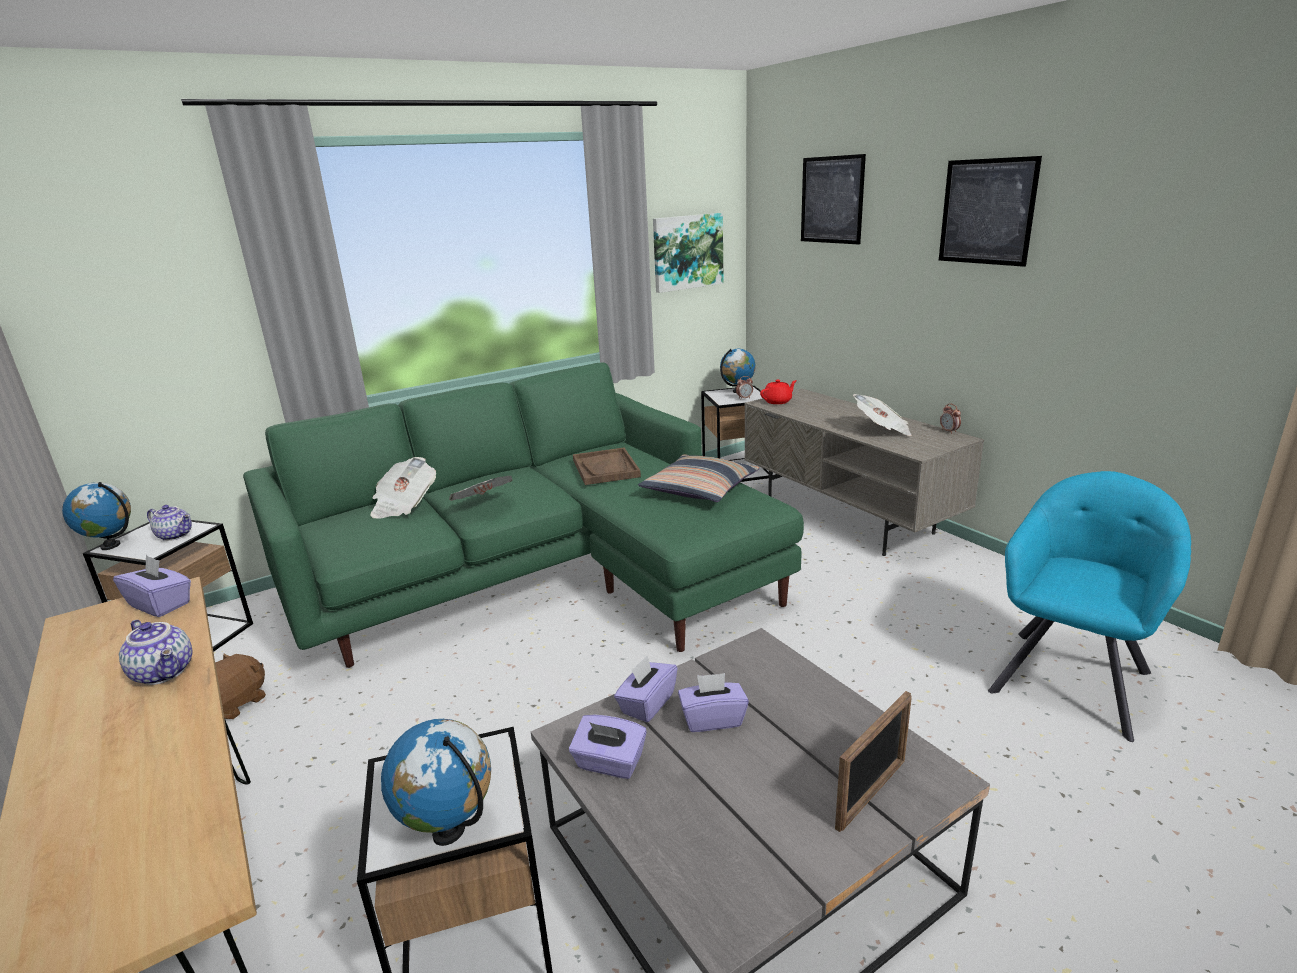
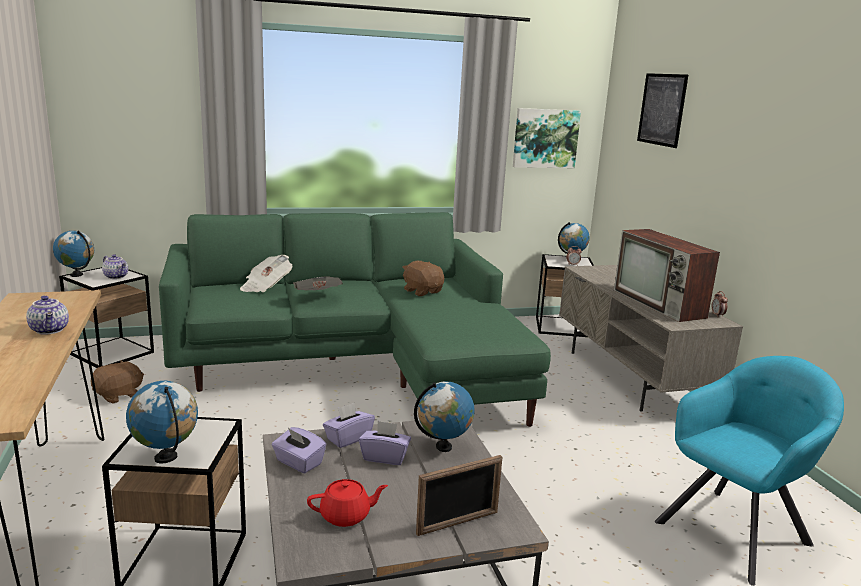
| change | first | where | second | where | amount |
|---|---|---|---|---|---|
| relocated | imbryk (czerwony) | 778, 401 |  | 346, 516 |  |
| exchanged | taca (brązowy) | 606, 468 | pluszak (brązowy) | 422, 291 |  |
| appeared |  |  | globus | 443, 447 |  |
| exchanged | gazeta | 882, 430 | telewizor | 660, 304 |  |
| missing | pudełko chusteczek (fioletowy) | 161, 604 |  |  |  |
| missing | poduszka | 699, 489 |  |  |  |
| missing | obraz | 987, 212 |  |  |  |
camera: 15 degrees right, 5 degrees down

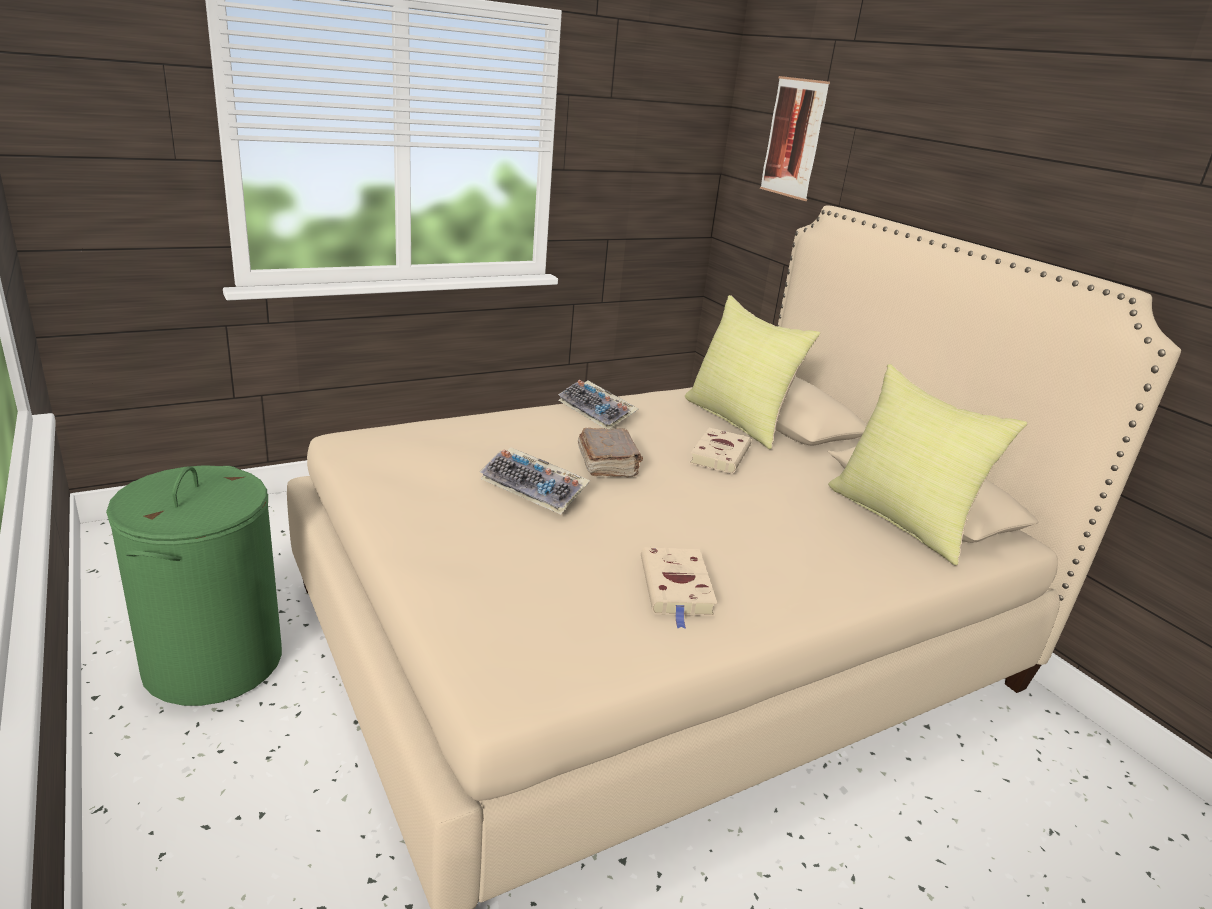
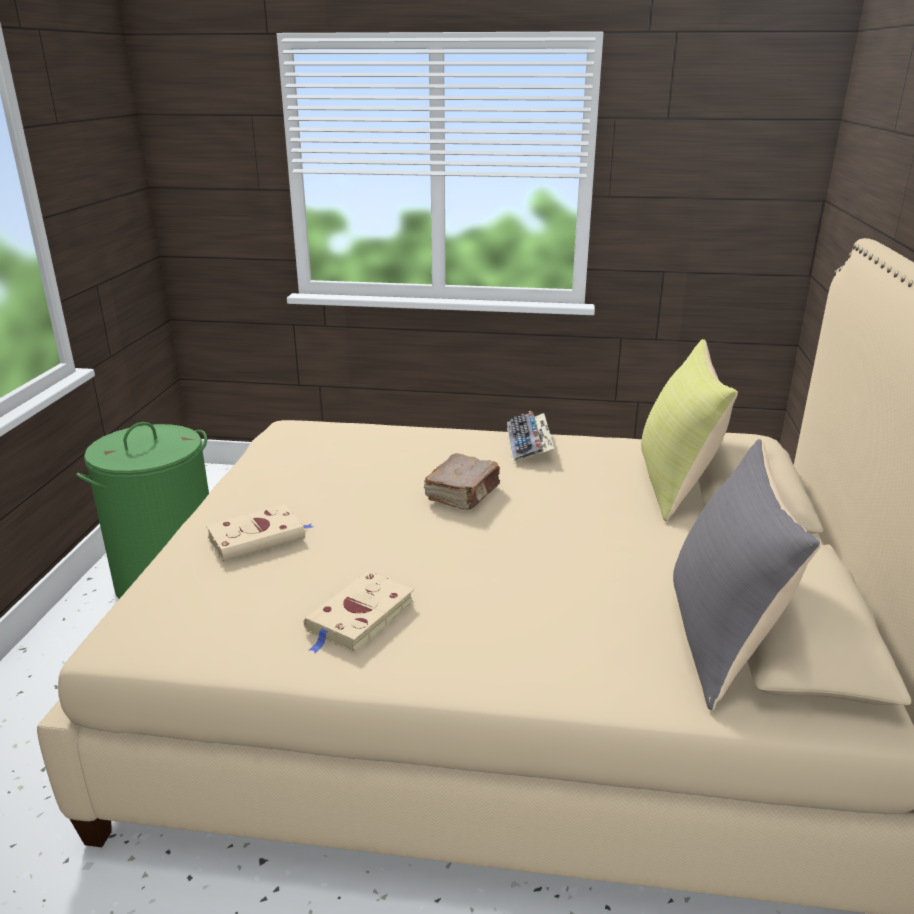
| change | first | where | second | where | amount |
|---|---|---|---|---|---|
| relocated | książka (beżowy) | 720, 454 |  | 259, 537 |  |
| colour | poduszka (żółty) | 902, 519 | poduszka (szary) | 722, 638 |  |
| missing | klawiatura | 535, 488 |  |  |  |
| missing | obraz | 793, 138 |  |  |  |
camera: 40 degrees right, 0 degrees up

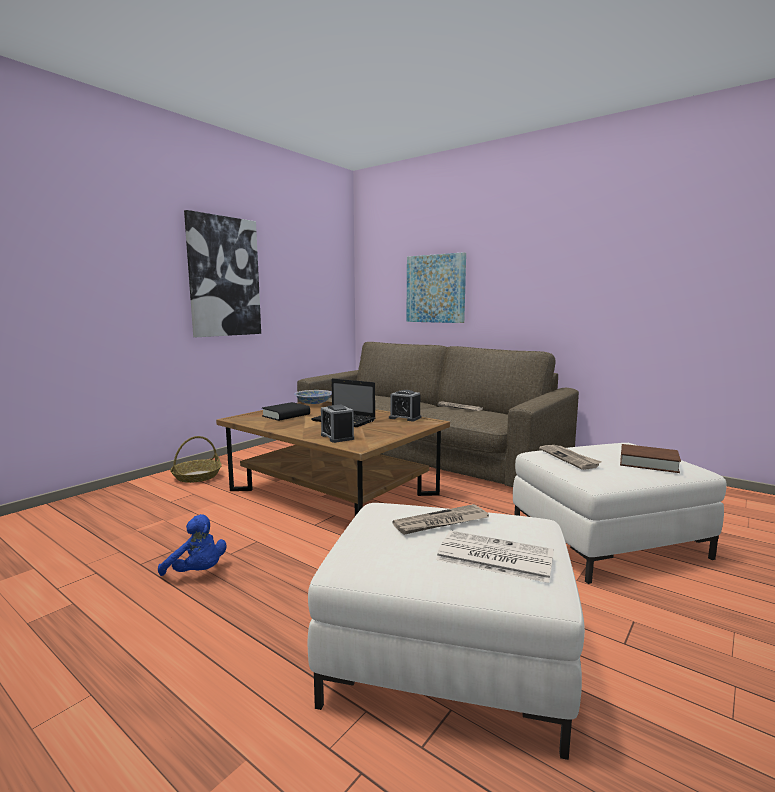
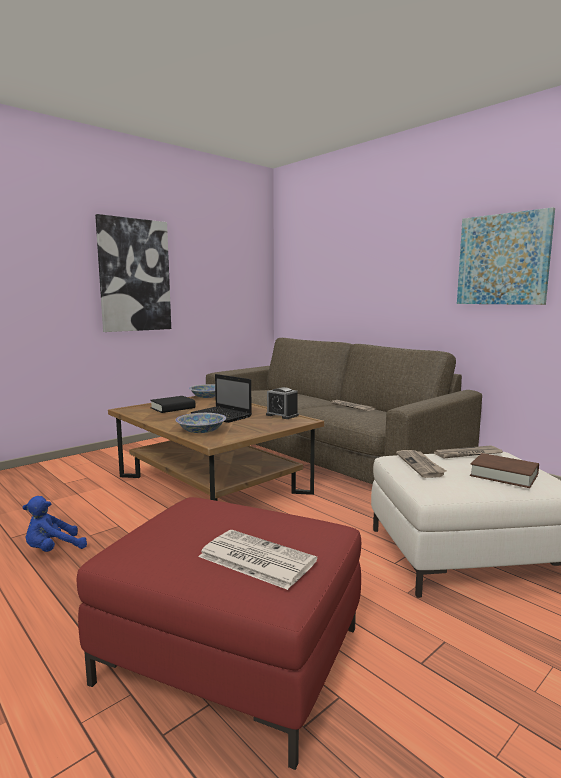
| change | first | where | second | where | amount |
|---|---|---|---|---|---|
| spun | pluszak (niebieski) | 197, 572 |  | 53, 550 | 105 degrees clockwise |
| colour | pufa (biały) | 445, 658 | pufa (czerwony) | 230, 654 |  |
| exchanged | budzik | 337, 437 | miska | 201, 431 |  |
| relocated | gazeta | 441, 523 |  | 468, 454 |  |
| relocated | obraz | 436, 289 |  | 503, 259 |  |
| missing | koszyk | 197, 476 |  |  |  |
camera: 10 degrees right, 0 degrees up

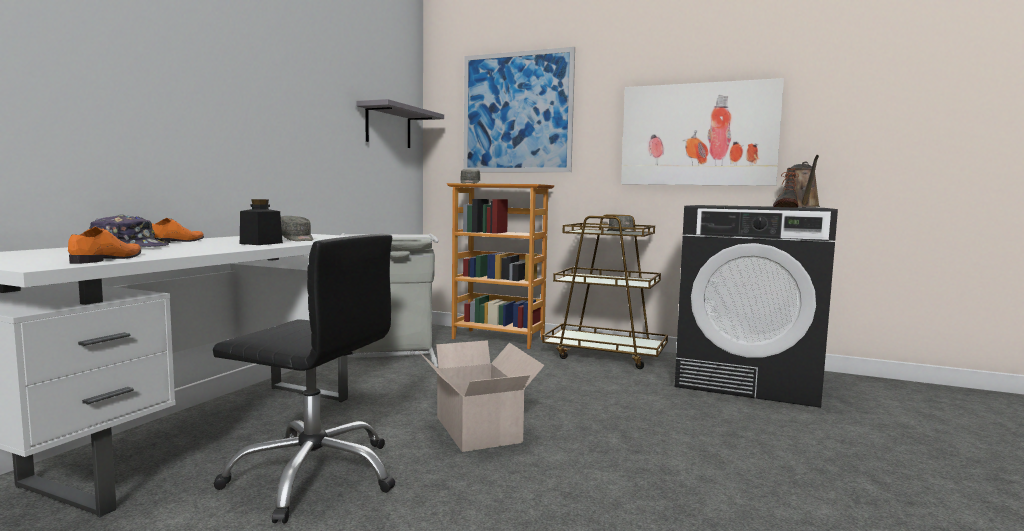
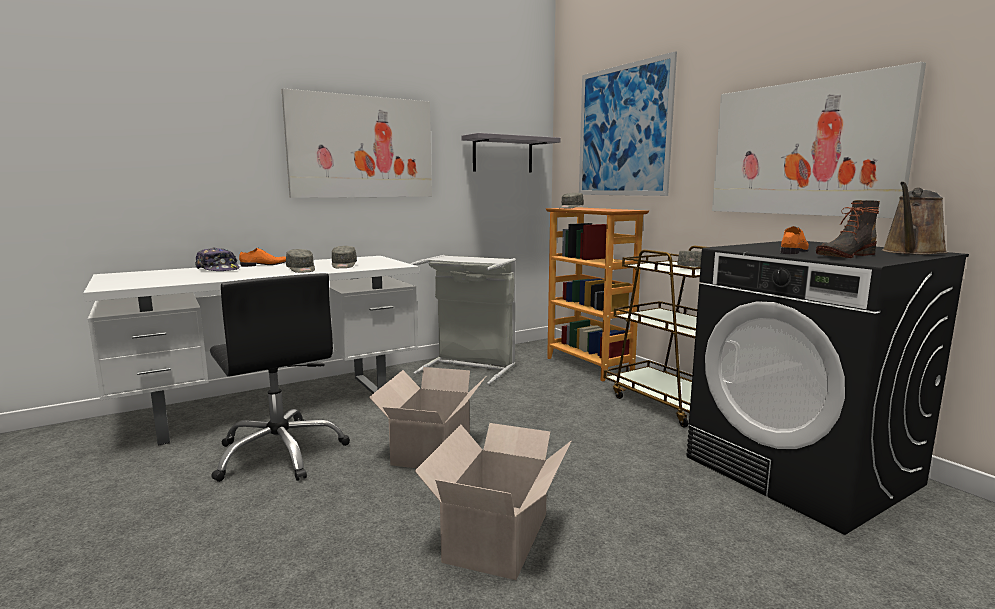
| change | first | where | second | where | amount |
|---|---|---|---|---|---|
| appeared |  |  | obraz | 361, 147 |  |
| exchanged | słoik (czarny) | 261, 243 | czapka z daszkiem (szary) | 301, 270 |  |
| appeared |  |  | karton | 499, 535 |  |
| relocated | but (pomarańczowy) | 109, 258 |  | 794, 251 |  |
camera: 35 degrees right, 5 degrees up

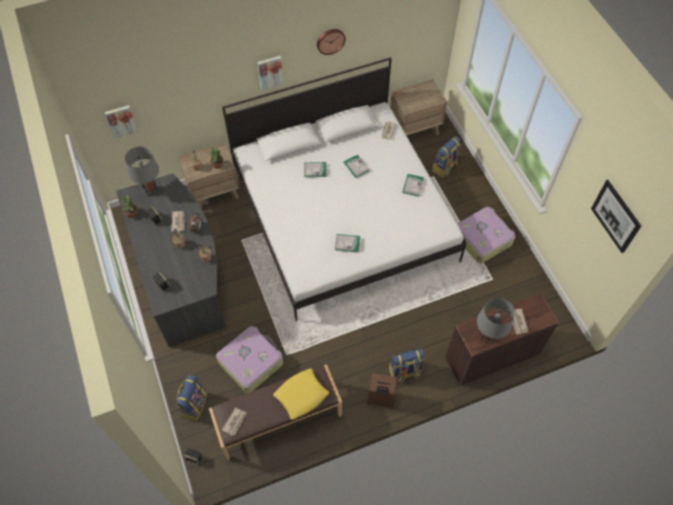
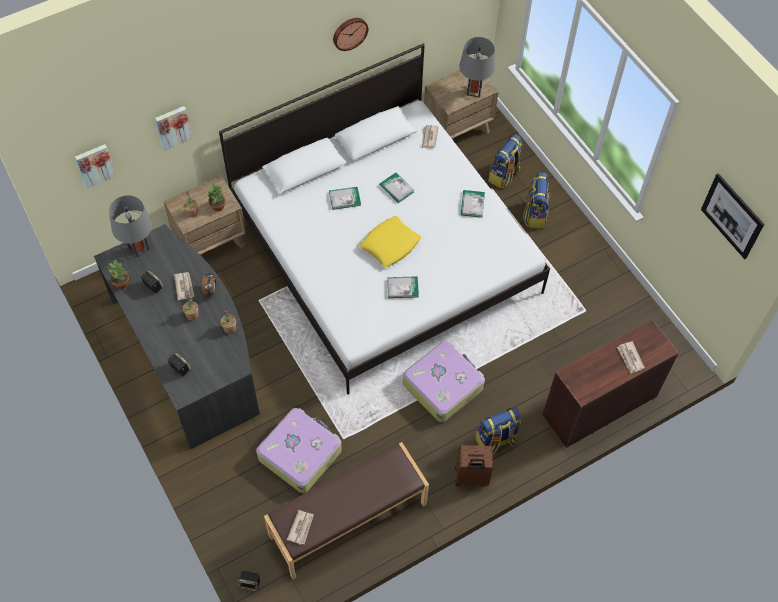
| change | first | where | second | where | amount |
|---|---|---|---|---|---|
| relocated | obraz | 270, 71 |  | 173, 127 |  |
| relocated | poduszka (żółty) | 301, 395 |  | 390, 244 |  |
| relocated | walizka | 482, 238 |  | 443, 385 |  |
| relocated | lampa stołowa (szary) | 488, 337 |  | 474, 91 |  |
| relocated | plecak | 193, 404 |  | 534, 214 |  |
camera: 10 degrees left, 0 degrees up

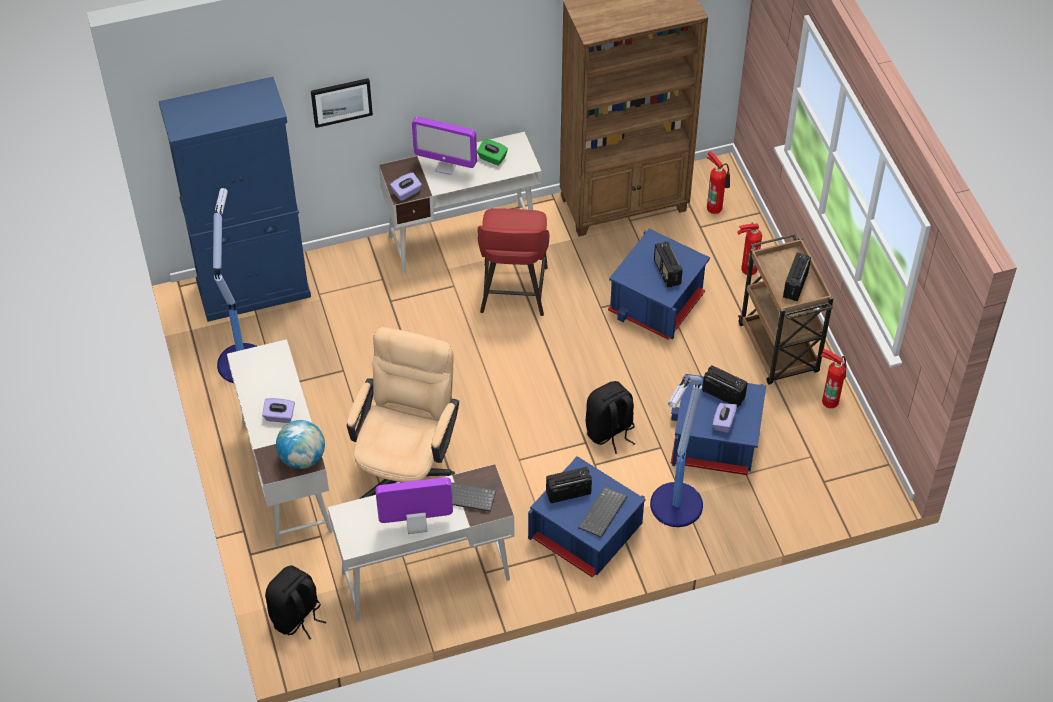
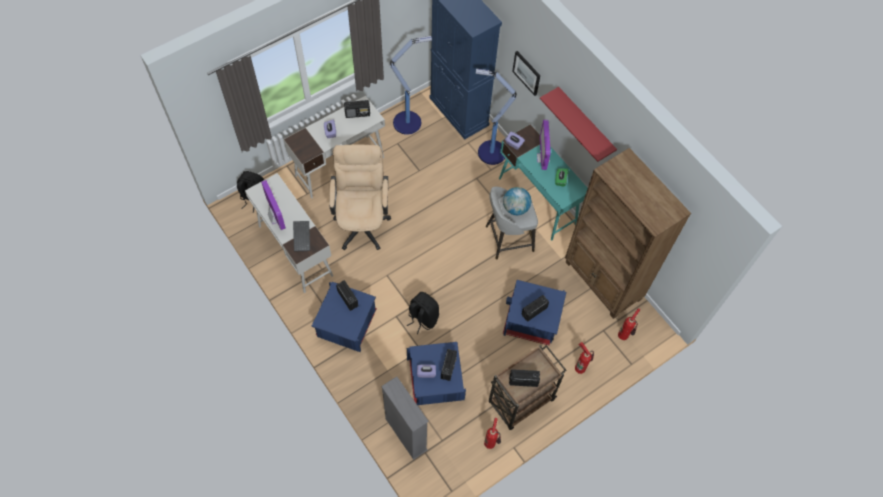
| change | first | where | second | where | amount |
|---|---|---|---|---|---|
| spun | krzesło biurowe (beżowy) | 406, 469 |  | 362, 221 | 90 degrees counterclockwise |
| appeared |  |  | radio | 358, 113 |  |
| appeared |  |  | regał (szary) | 406, 434 |  |
| relocated | lampa stojąca | 675, 506 |  | 490, 152 |  |
| colour | stołek (czerwony) | 513, 292 | stołek (szary) | 507, 238 |  |
| colour | biurko (biały) | 463, 238 | biurko (turkusowy) | 537, 201 |  |
| relocated | globus | 302, 458 |  | 515, 208 |  |
| appeared |  |  | półka (czerwony) | 585, 124 |  |
| missing | klawiatura | 603, 514 |  |  |  |
camera: 70 degrees right, 10 degrees up

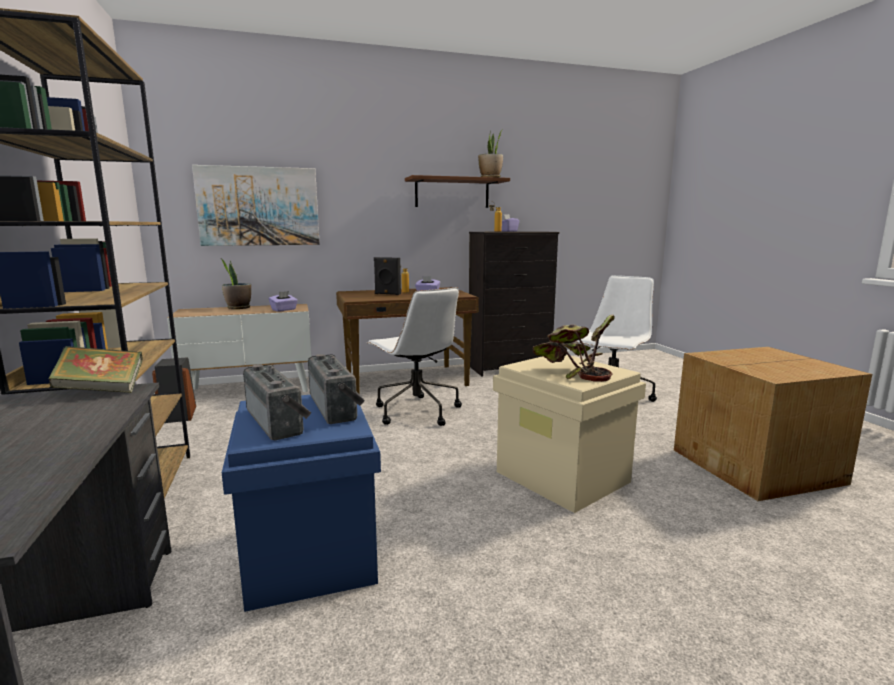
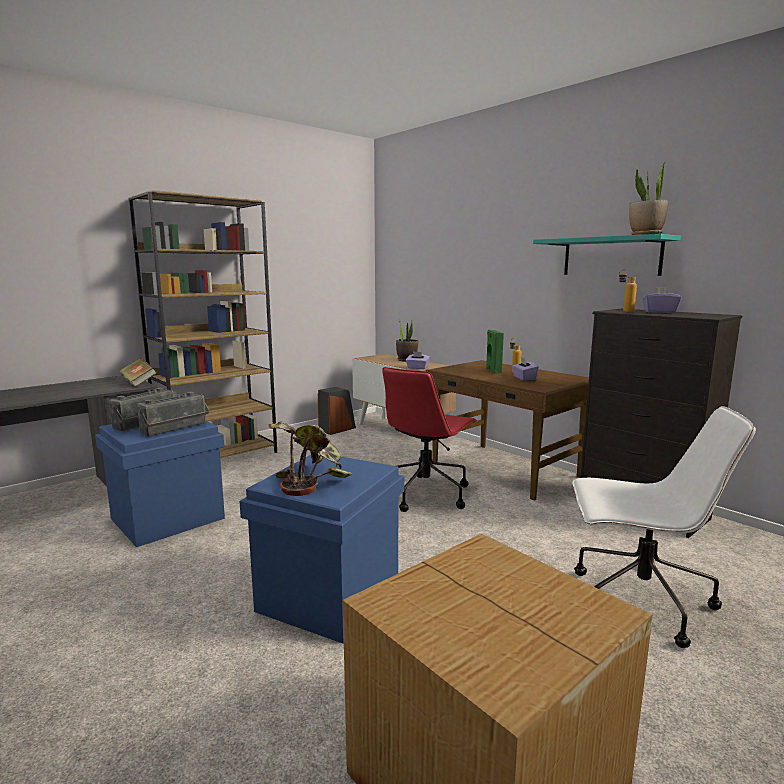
| change | first | where | second | where | amount |
|---|---|---|---|---|---|
| colour | pojemnik do przechowywania (beżowy) | 563, 477 | pojemnik do przechowywania (niebieski) | 329, 595 |  |
| colour | krzesło biurowe (biały) | 416, 411 | krzesło biurowe (czerwony) | 426, 493 |  |
| colour | głośnik (czarny) | 387, 294 | głośnik (zielony) | 492, 370 |  |
| colour | półka (brązowy) | 452, 193 | półka (turkusowy) | 611, 257 |  |
| missing | obraz | 259, 206 |  |  |  |
camera: 65 degrees right, 0 degrees up

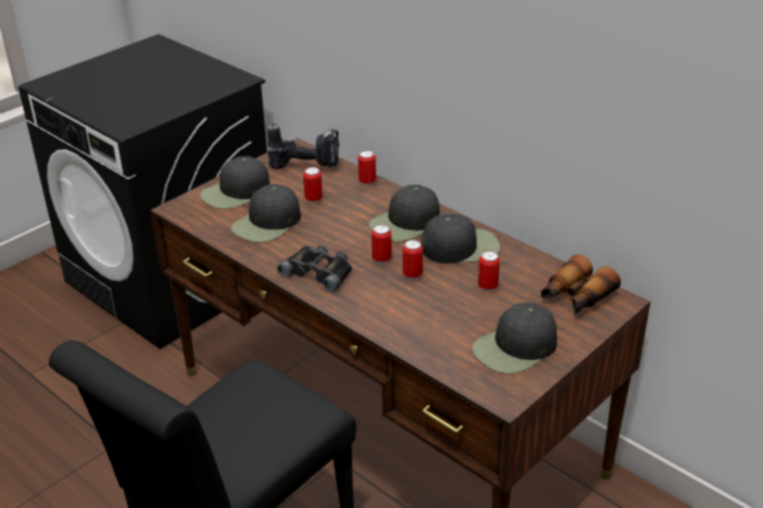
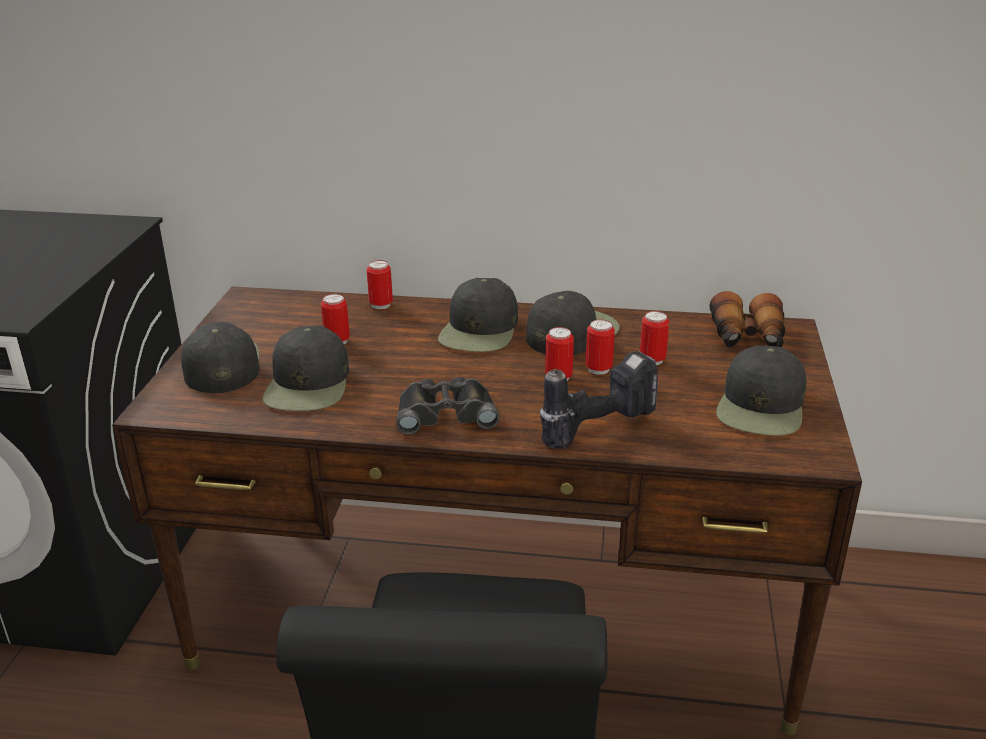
| change | first | where | second | where | amount |
|---|---|---|---|---|---|
| spun | czapka z daszkiem (czarny) | 236, 192 |  | 220, 365 | 150 degrees clockwise |
| relocated | wiertarka | 307, 165 |  | 597, 426 |  |
| relocated | puszka | 381, 259 |  | 598, 369 |  |
camera: 35 degrees left, 5 degrees down

